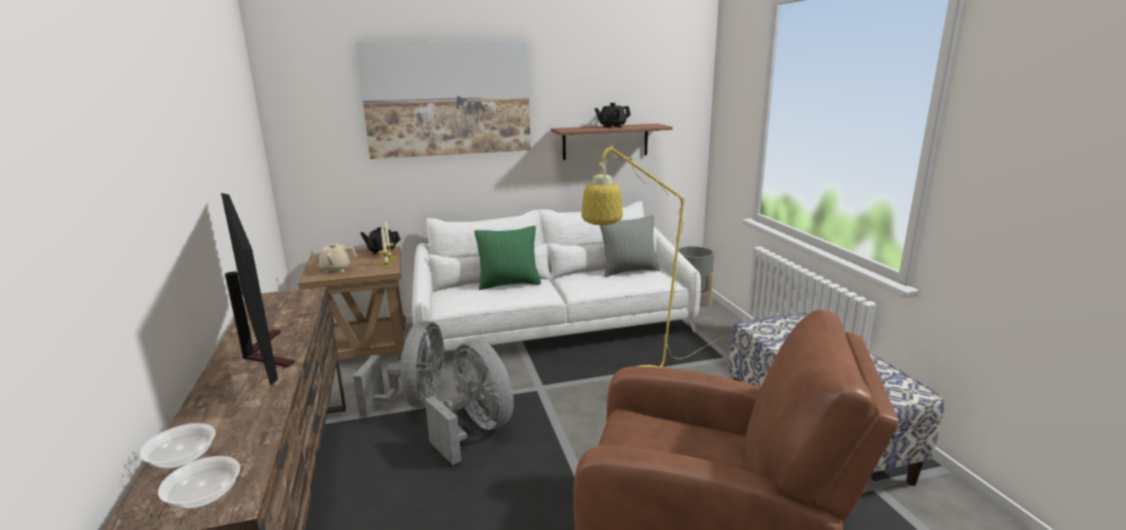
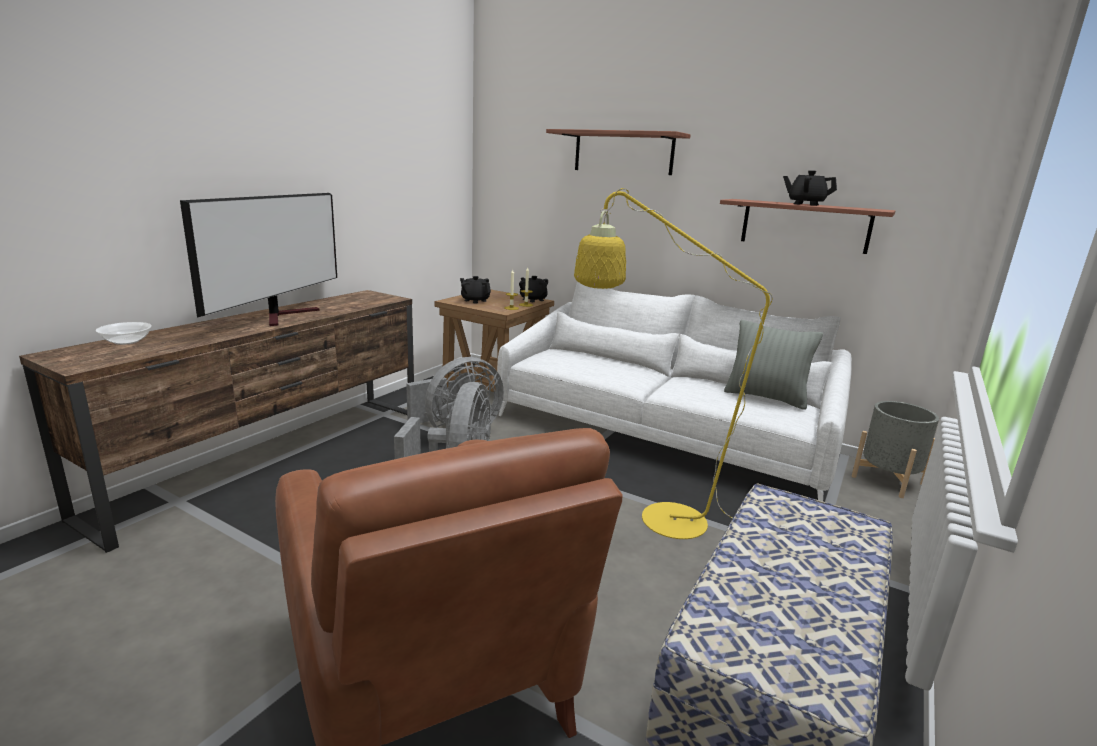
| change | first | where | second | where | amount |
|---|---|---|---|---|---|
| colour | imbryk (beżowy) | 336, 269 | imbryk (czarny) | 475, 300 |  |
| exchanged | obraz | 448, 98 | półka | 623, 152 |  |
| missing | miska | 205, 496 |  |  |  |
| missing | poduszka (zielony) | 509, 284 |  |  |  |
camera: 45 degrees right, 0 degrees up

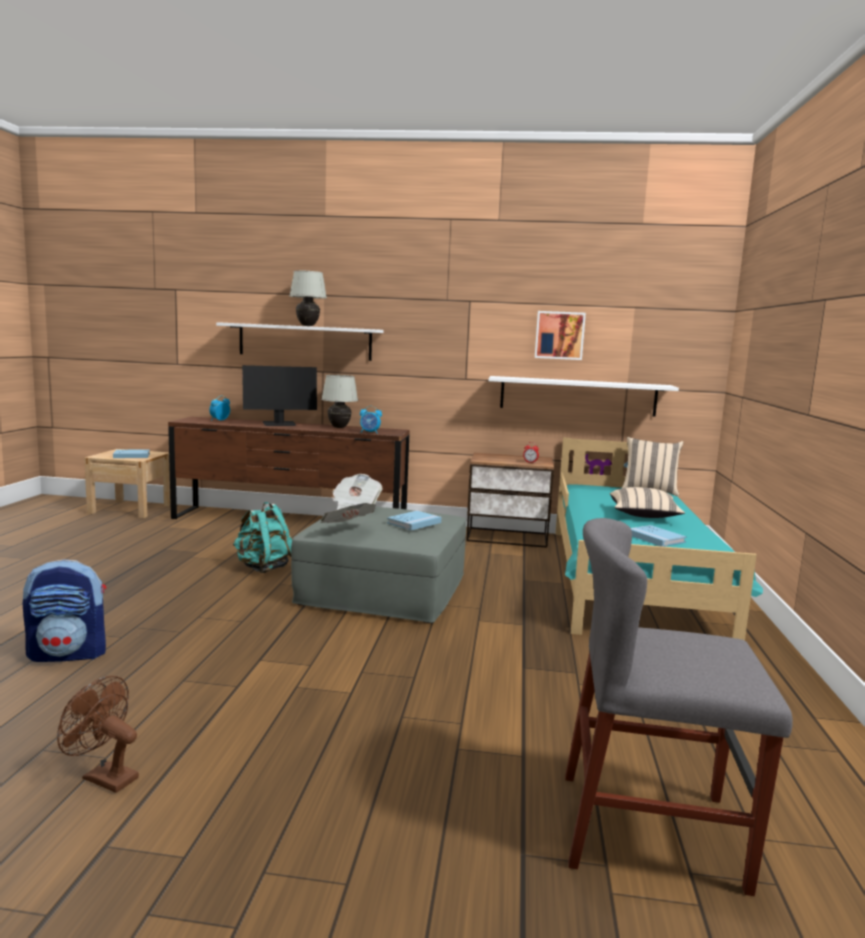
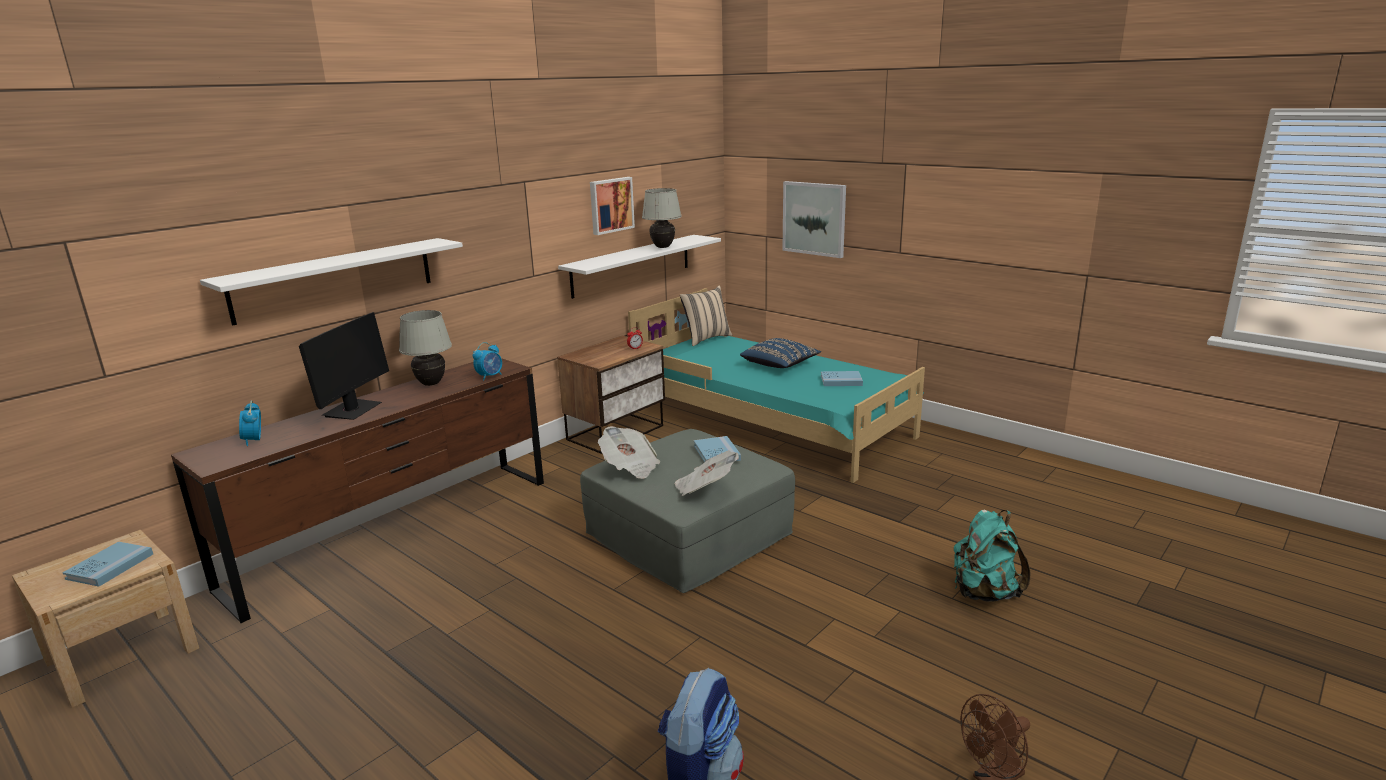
| change | first | where | second | where | amount |
|---|---|---|---|---|---|
| relocated | lampa stołowa (biały) | 308, 326 |  | 663, 247 |  |
| colour | poduszka (beżowy) | 643, 516 | poduszka (niebieski) | 780, 365 |  |
| appeared |  |  | obraz | 814, 218 |  |
| relocated | plecak (turkusowy) | 263, 568 |  | 984, 593 |  |
| missing | krzesło (szary) | 650, 830 |  |  |  |
camera: 55 degrees left, 10 degrees up

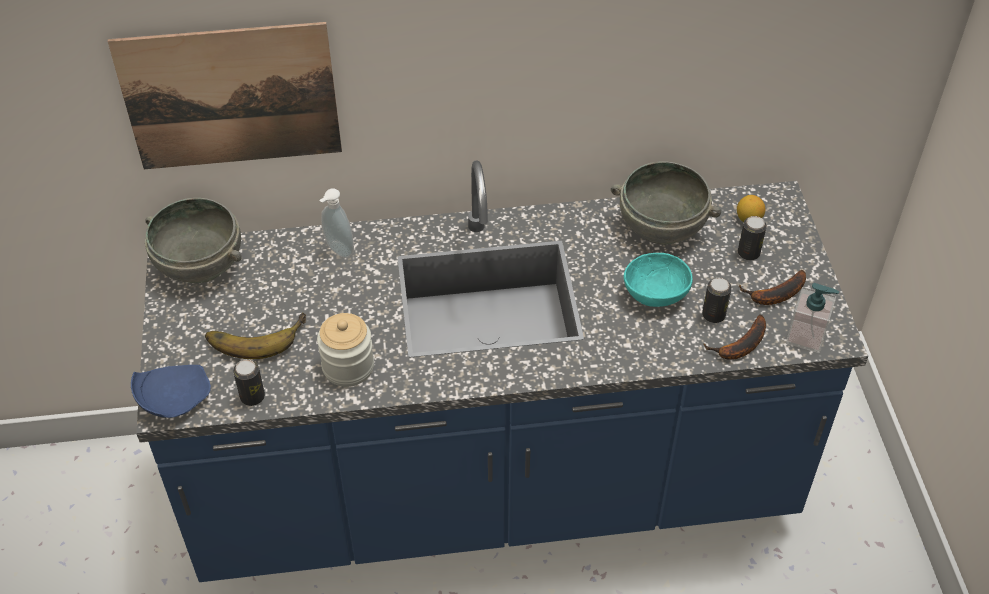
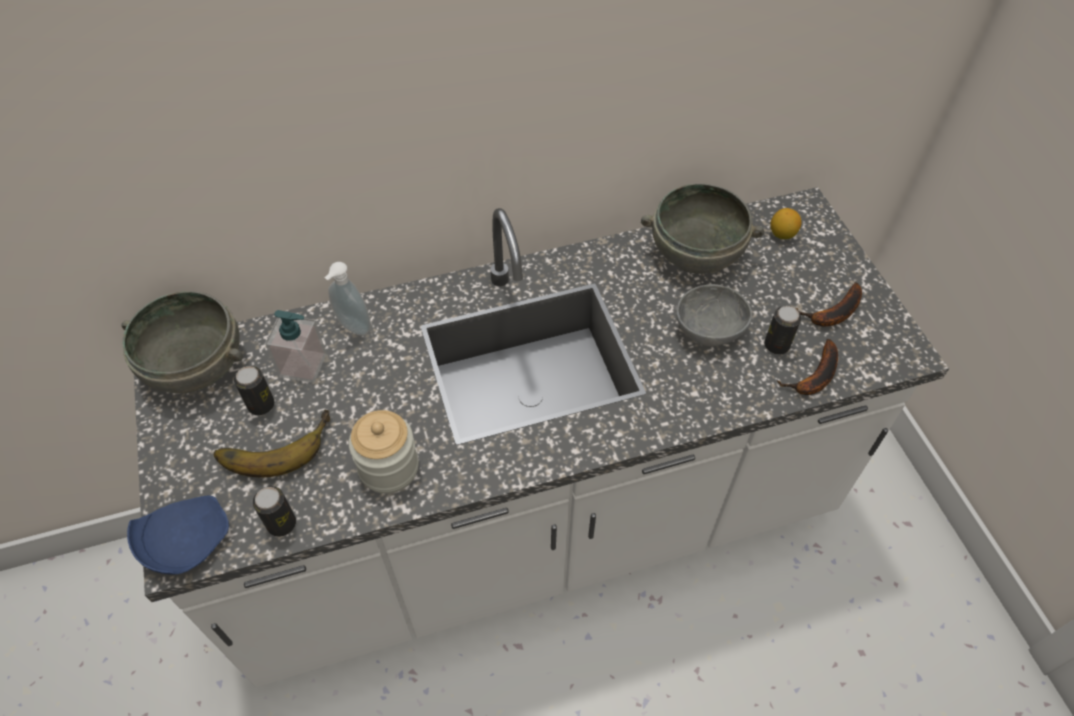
| change | first | where | second | where | amount |
|---|---|---|---|---|---|
| colour | zabudowa kuchenna (niebieski) | 494, 487 | zabudowa kuchenna (biały) | 537, 525 |  |
| relocated | puszka | 748, 253 |  | 261, 405 |  |
| relocated | dozownik mydła | 806, 336 |  | 303, 365 |  |
| colour | miska (turkusowy) | 654, 293 | miska (szary) | 708, 329 |  |
| missing | obraz | 231, 97 |  |  |  |
camera: 10 degrees left, 5 degrees up

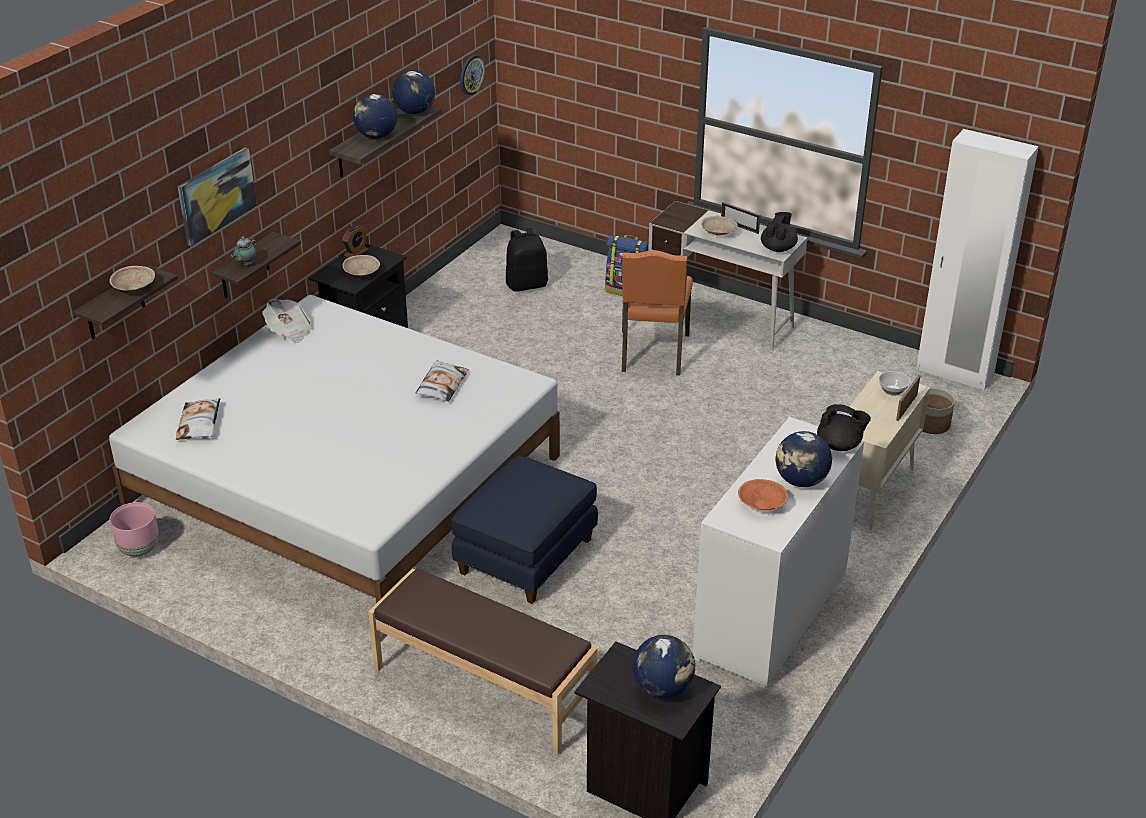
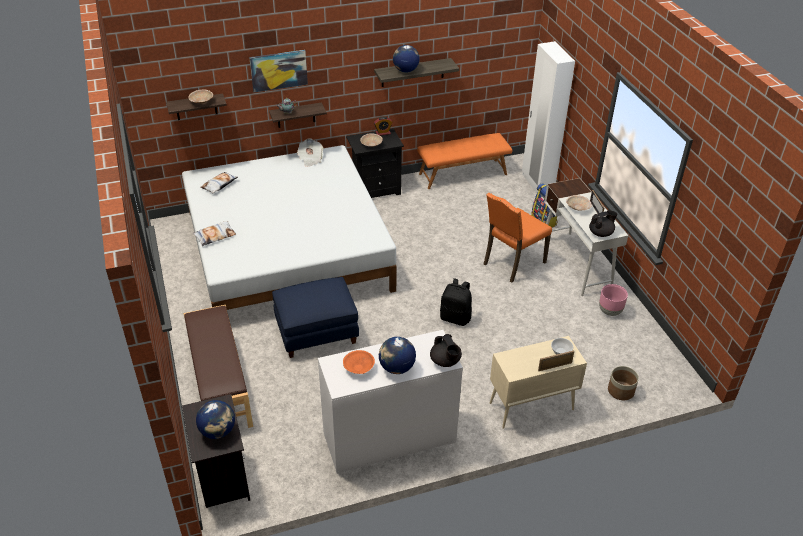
| change | first | where | second | where | amount |
|---|---|---|---|---|---|
| relocated | poduszka | 442, 385 |  | 215, 236 |  |
| appeared |  |  | ławka (pomarańczowy) | 463, 174 |  |
| relocated | plecak (czarny) | 527, 285 |  | 455, 318 |  |
| relocated | szafa (biały) | 954, 373 |  | 537, 184 |  |
| relocated | donica (różowy) | 139, 550 |  | 610, 311 |  |
| missing | globus | 415, 112 |  |  |  |
| missing | zegar ścienny | 471, 74 |  |  |  |
camera: 40 degrees right, 5 degrees up

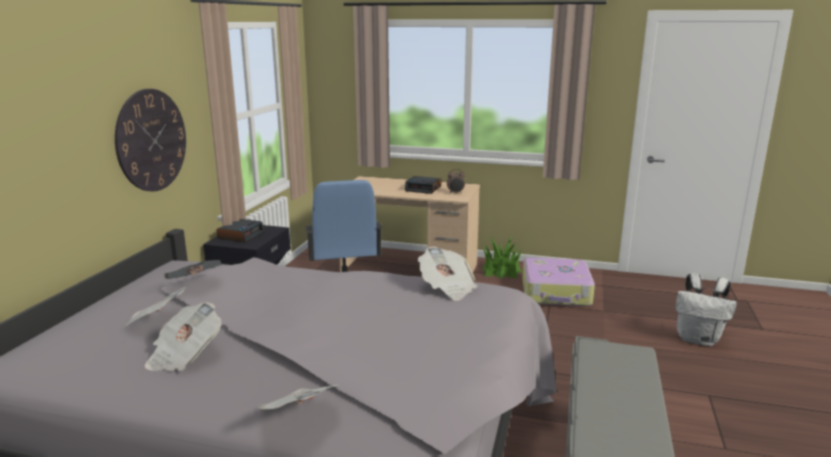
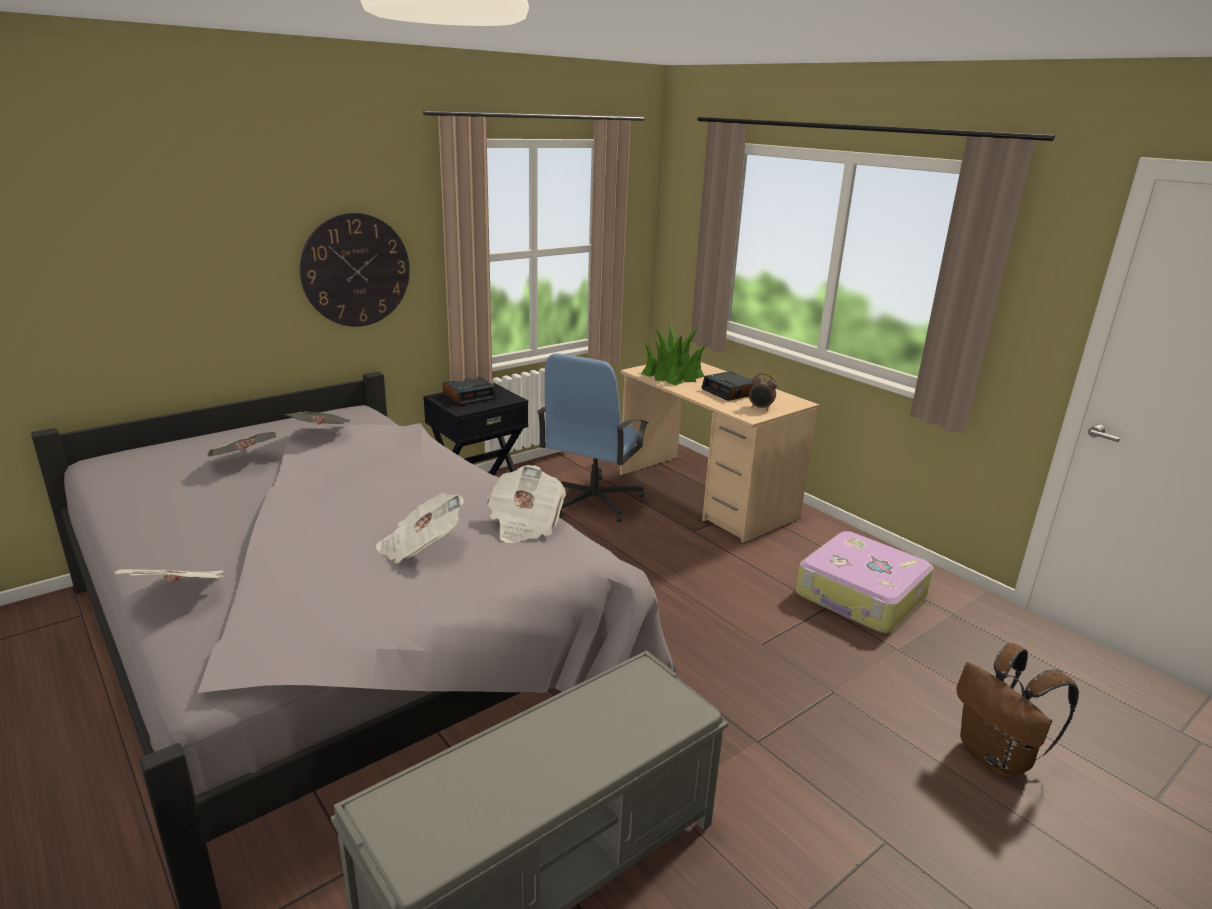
| change | first | where | second | where | amount |
|---|---|---|---|---|---|
| relocated | gazeta | 184, 355 |  | 420, 547 |  |
| relocated | roślina doniczkowa | 501, 271 |  | 673, 375 |  |
| colour | plecak (biały) | 698, 339 | plecak (brązowy) | 997, 758 |  |
camera: 35 degrees right, 5 degrees up

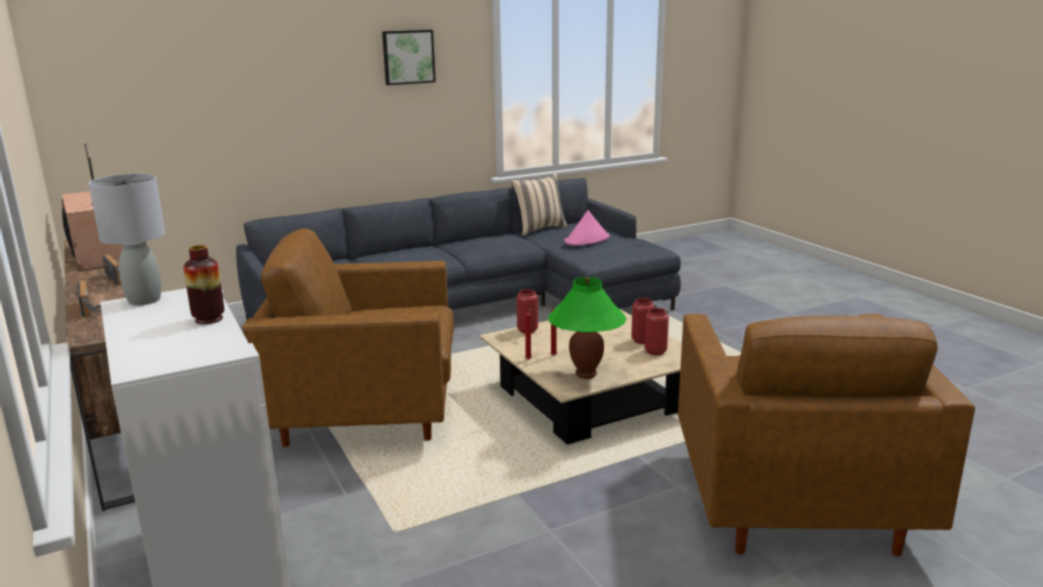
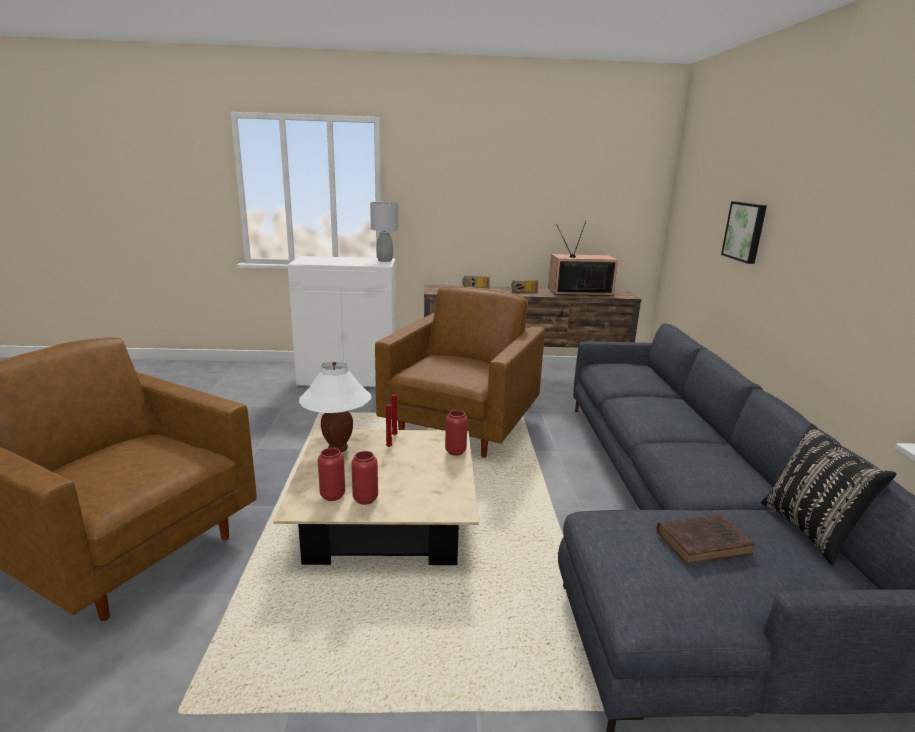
| change | first | where | second | where | amount |
|---|---|---|---|---|---|
| colour | lampa stołowa (zielony) | 585, 374 | lampa stołowa (biały) | 338, 448 |  |
| exchanged | kapelusz (różowy) | 587, 240 | książka (brązowy) | 705, 542 |  |
| relocated | obraz | 408, 57 |  | 745, 231 |  |
| colour | poduszka (beżowy) | 539, 229 | poduszka (czarny) | 811, 531 |  |
| missing | wazon | 209, 319 |  |  |  |
camera: 115 degrees right, 0 degrees up

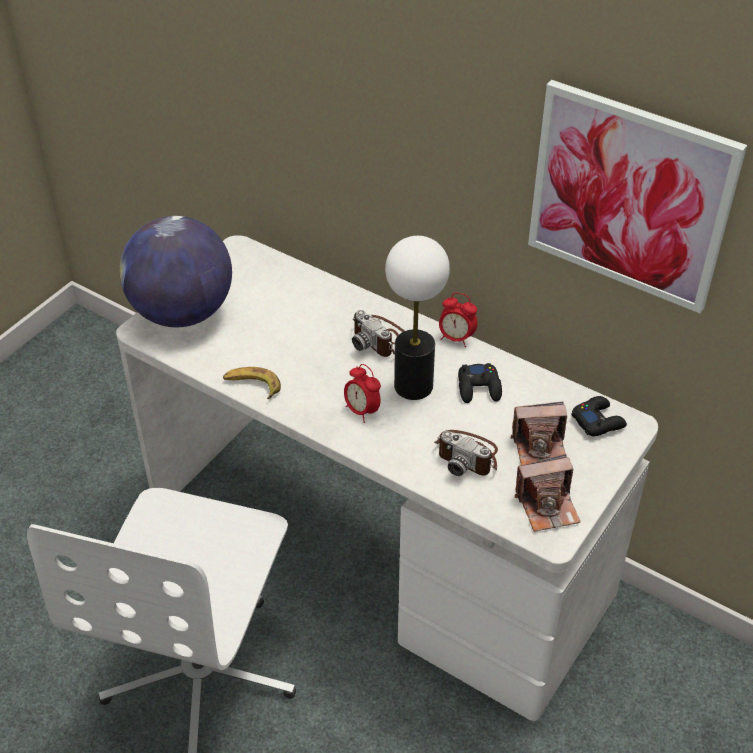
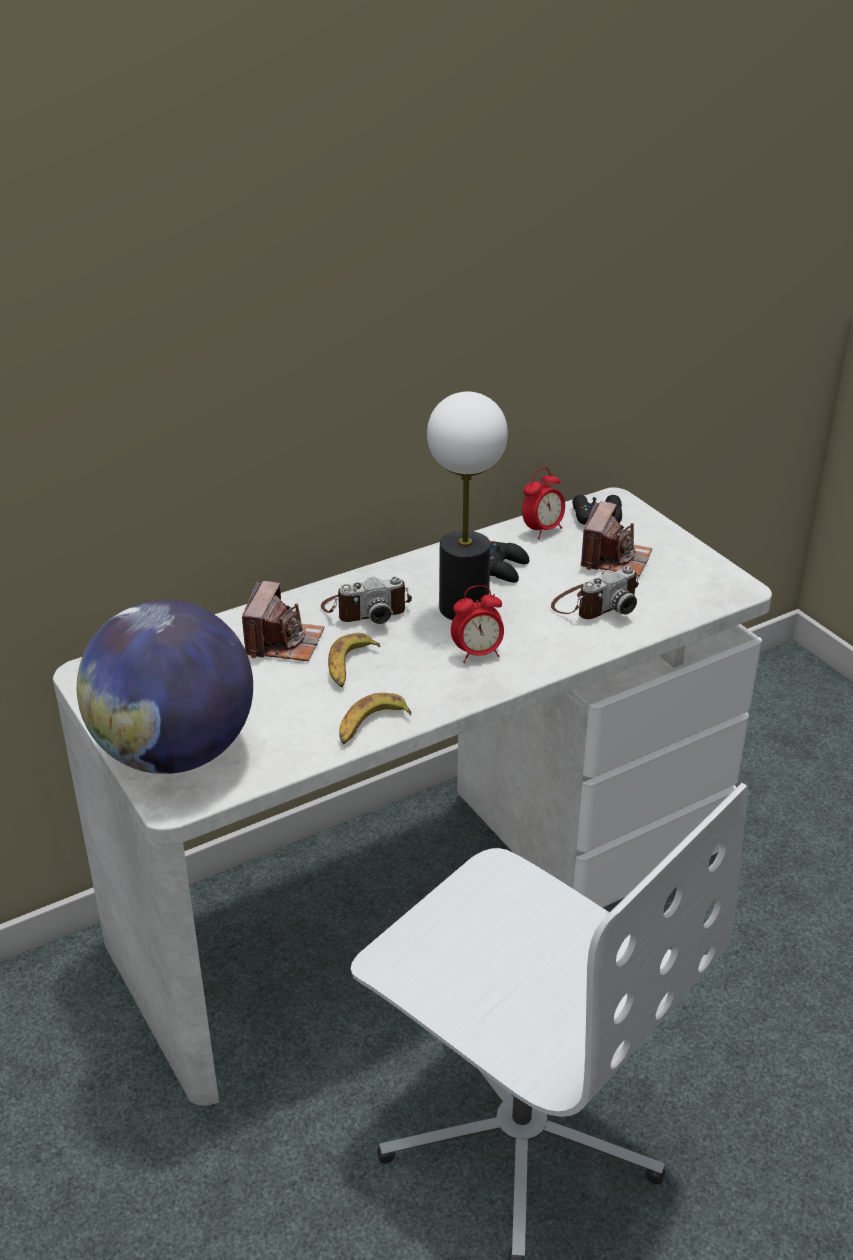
| change | first | where | second | where | amount |
|---|---|---|---|---|---|
| relocated | aparat fotograficzny | 547, 506 |  | 283, 642 |  |
| appeared |  |  | banan | 350, 666 |  |
| relocated | budzik | 456, 338 |  | 542, 530 |  |
| missing | obraz | 629, 196 |  |  |  |
camera: 65 degrees left, 10 degrees down

